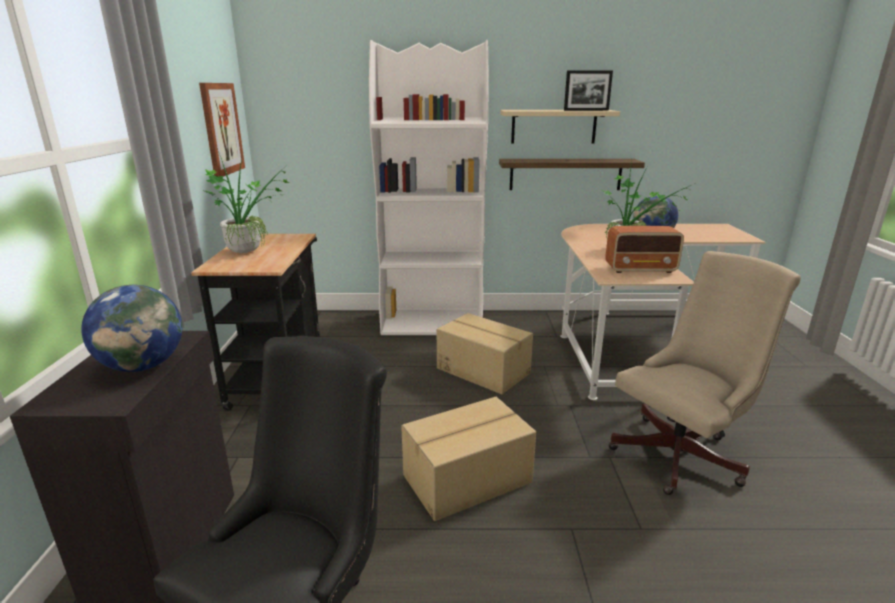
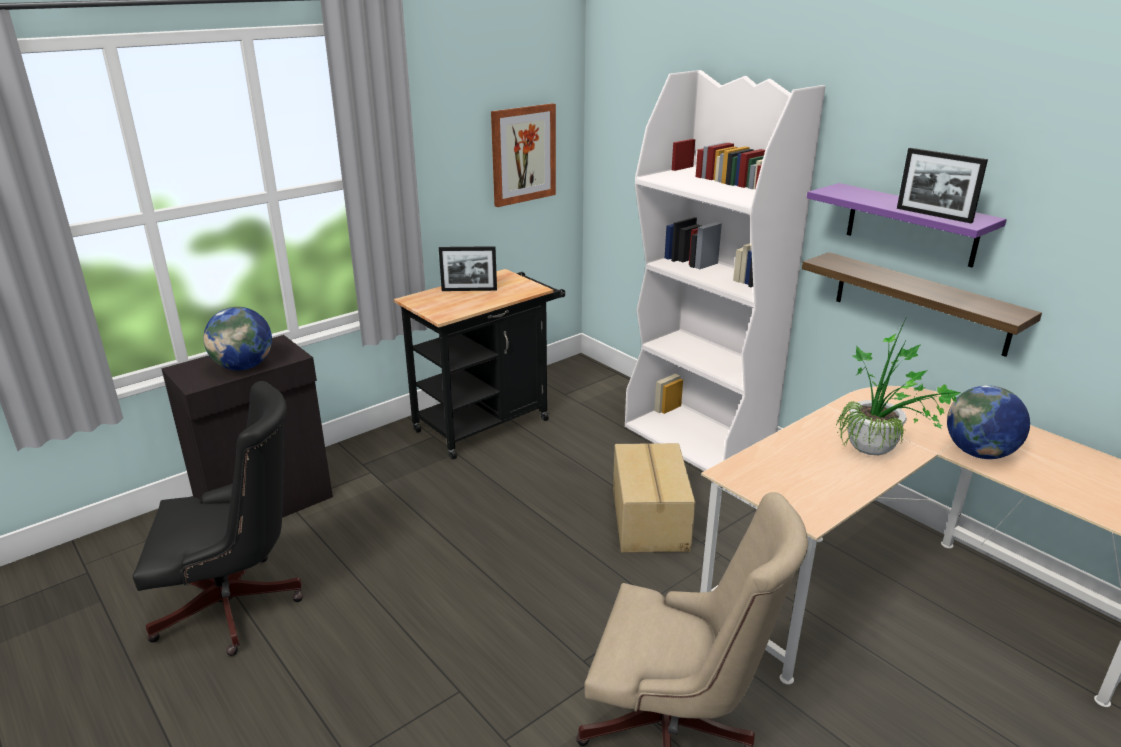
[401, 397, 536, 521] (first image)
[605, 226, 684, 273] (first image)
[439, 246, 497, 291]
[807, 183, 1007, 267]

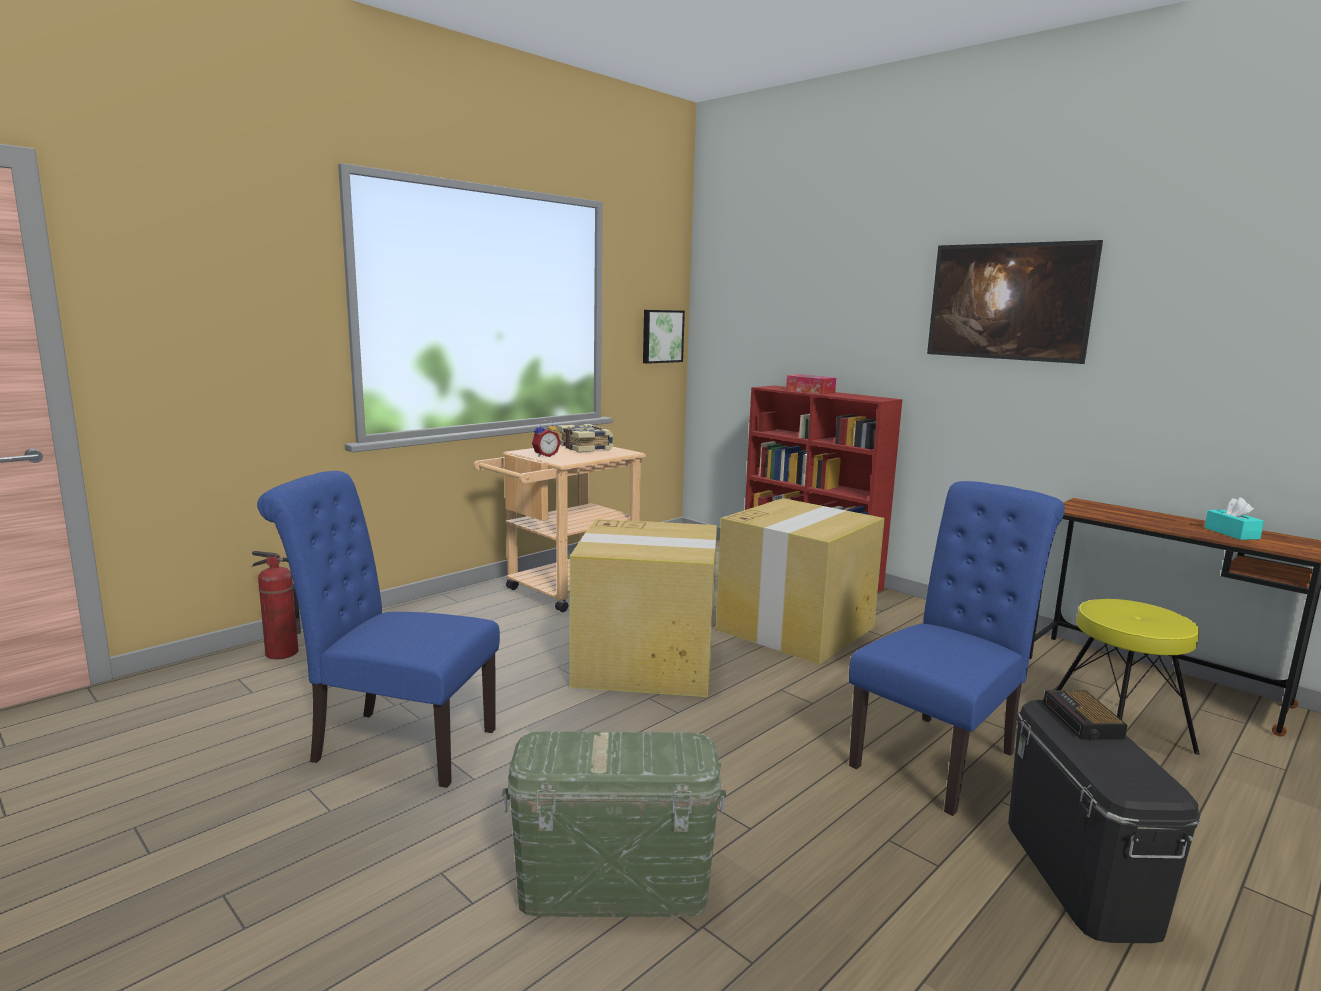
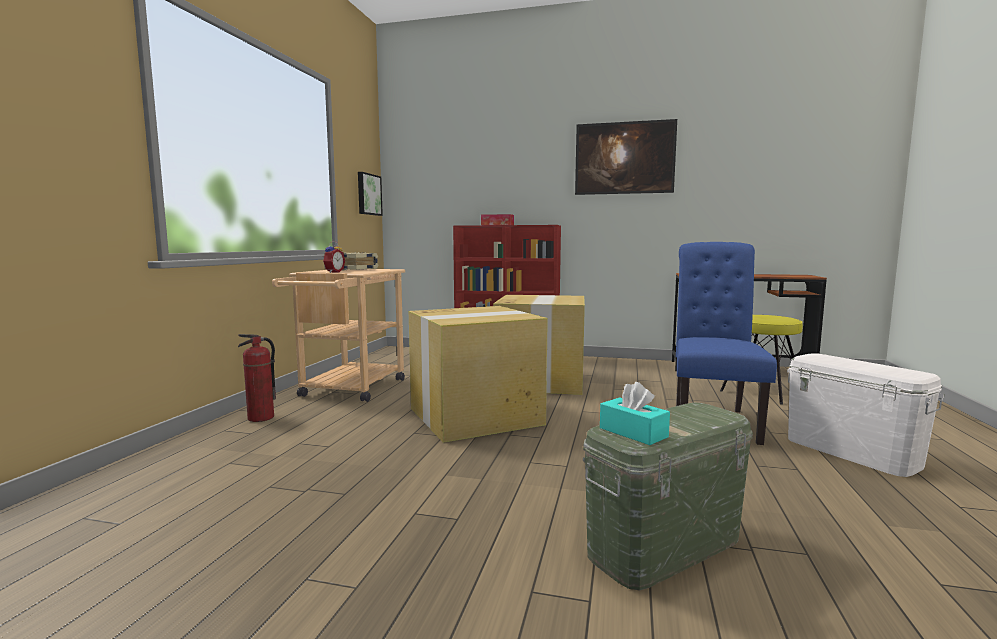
[257, 471, 500, 788] (first image)
[1043, 690, 1128, 740] (first image)
[238, 334, 276, 422]
[600, 382, 670, 445]
[787, 353, 945, 477]

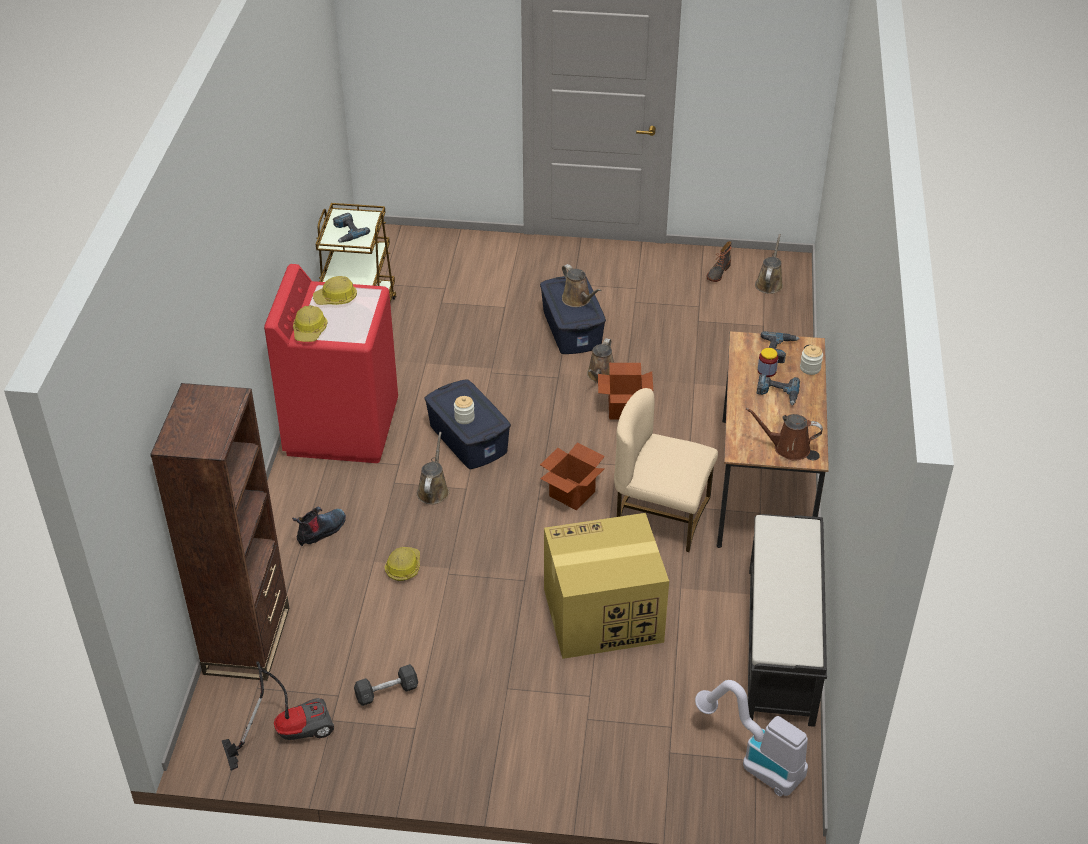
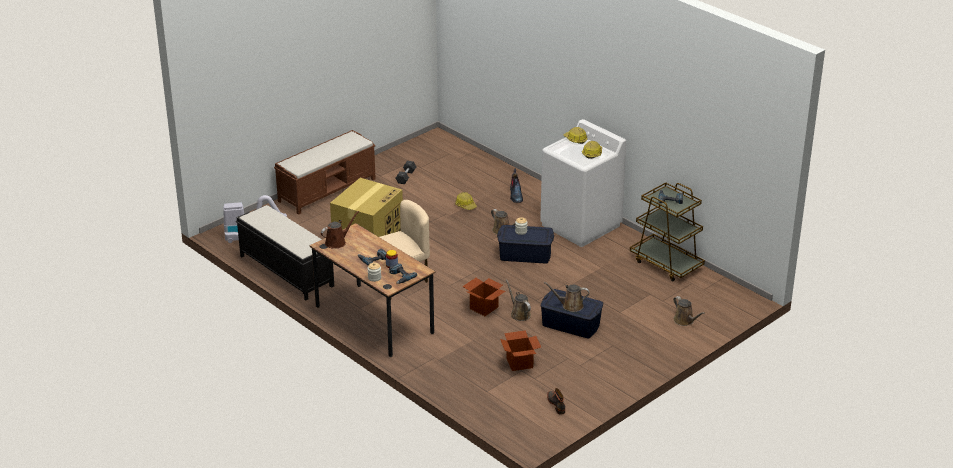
[150, 383, 289, 681] (first image)
[222, 662, 334, 770] (first image)
[274, 130, 376, 215]
[500, 330, 541, 371]
[673, 296, 705, 326]
[540, 119, 626, 247]

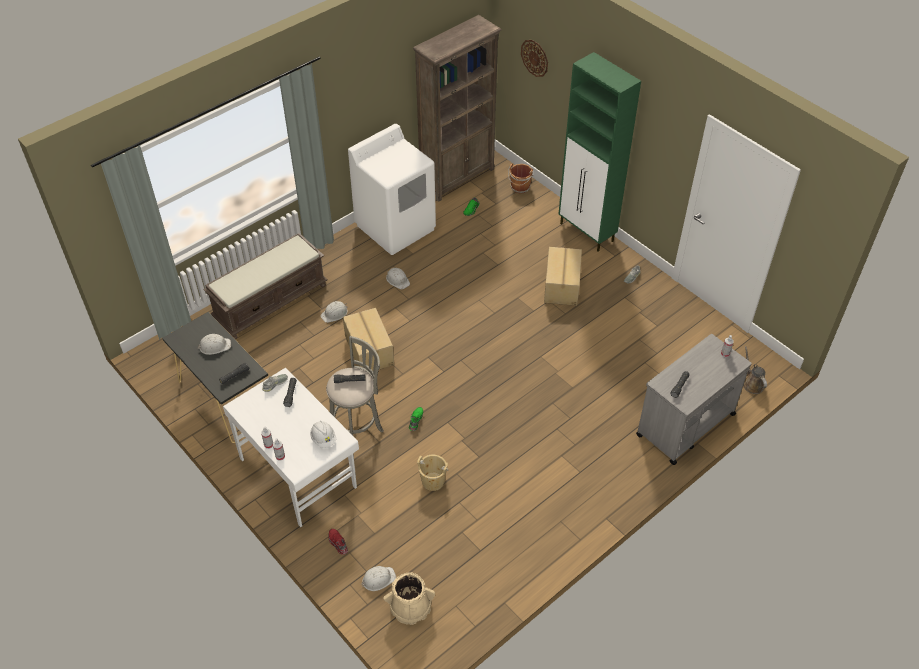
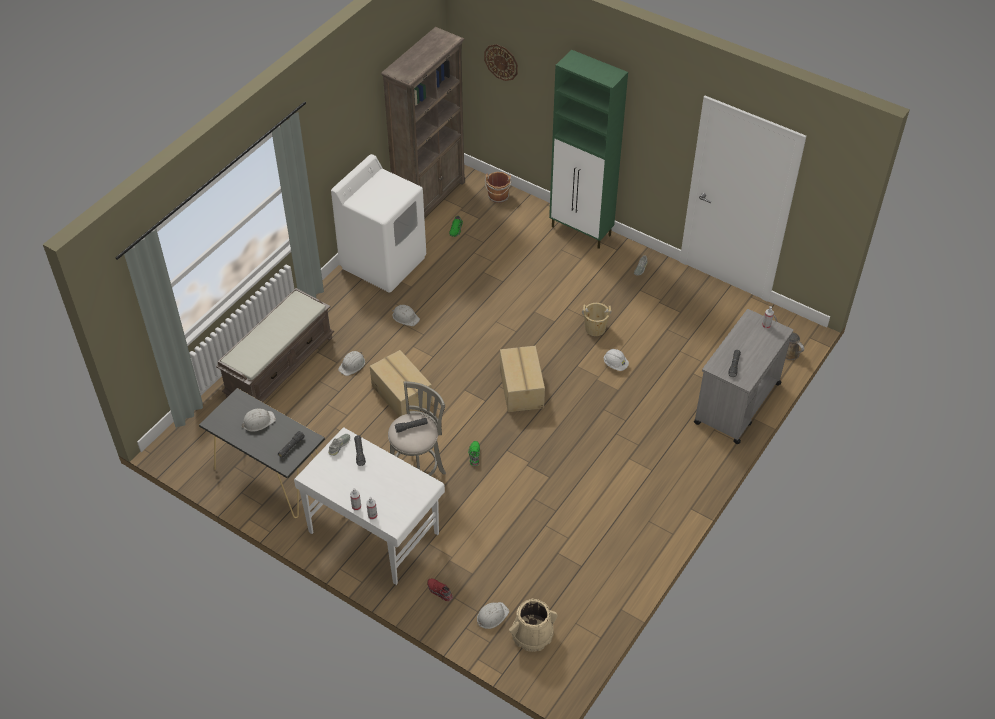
[604, 349, 629, 371]
[582, 303, 612, 336]
[500, 346, 545, 412]

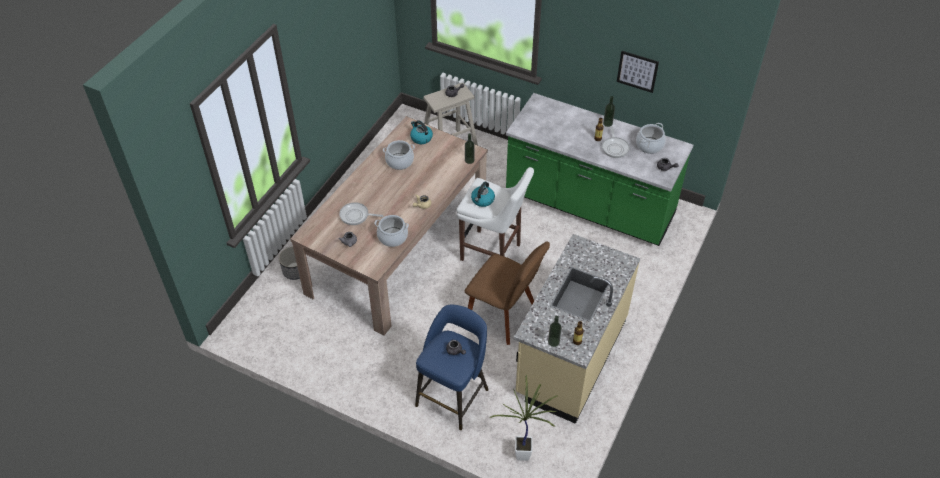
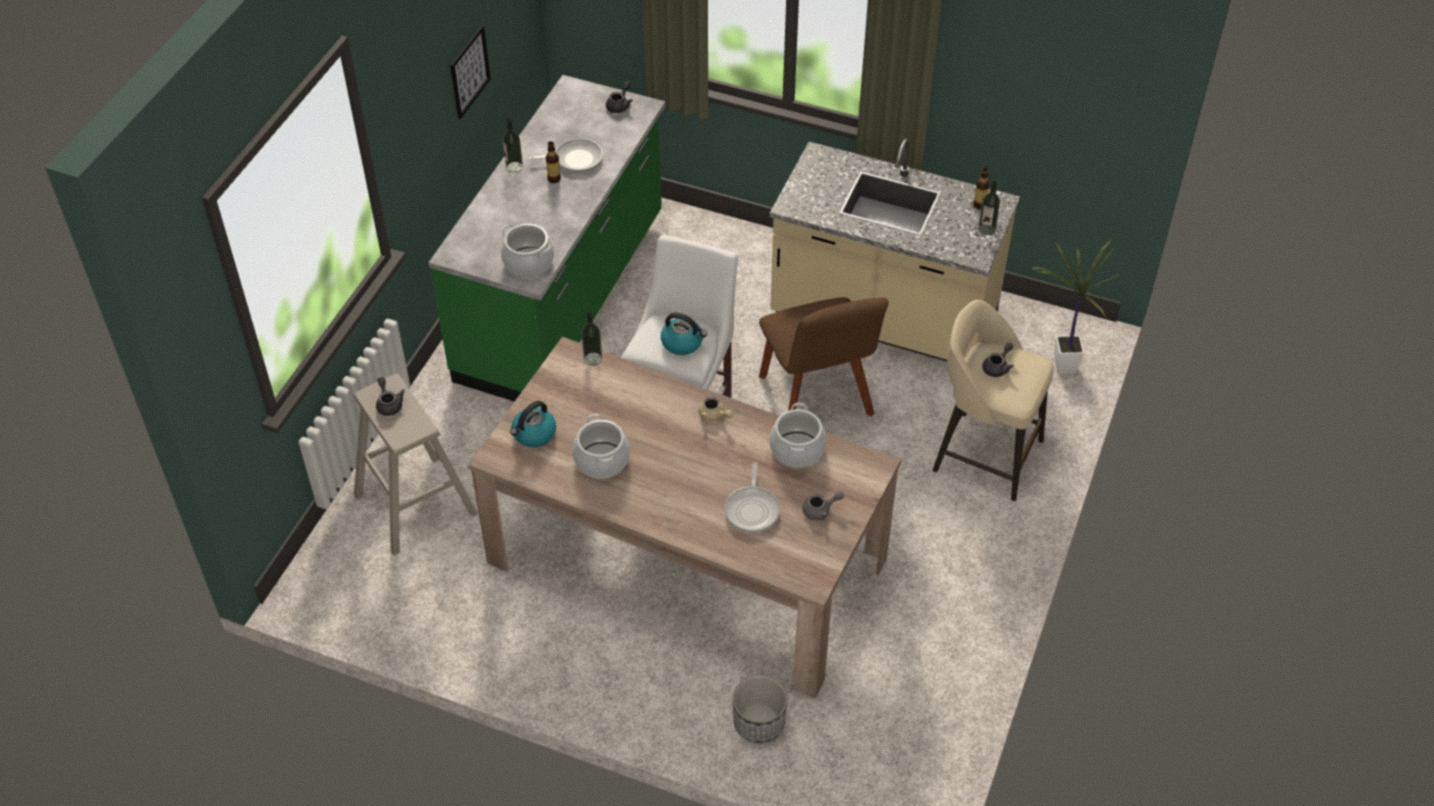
[501, 224, 554, 277]
[933, 300, 1054, 501]
[759, 297, 888, 417]

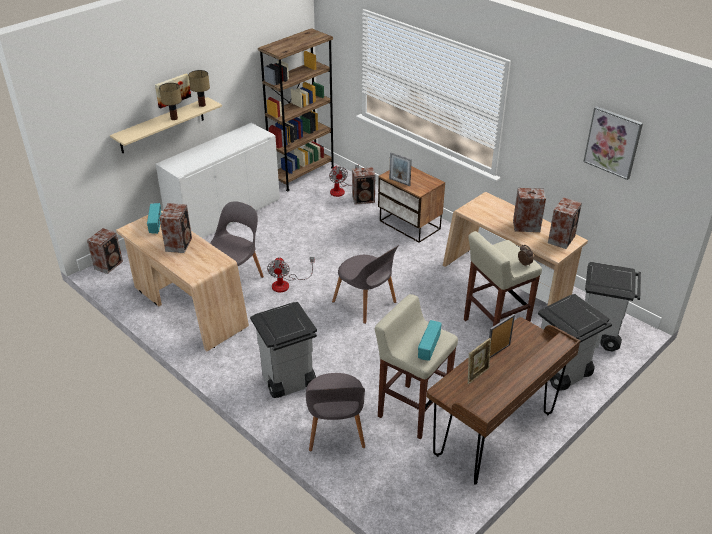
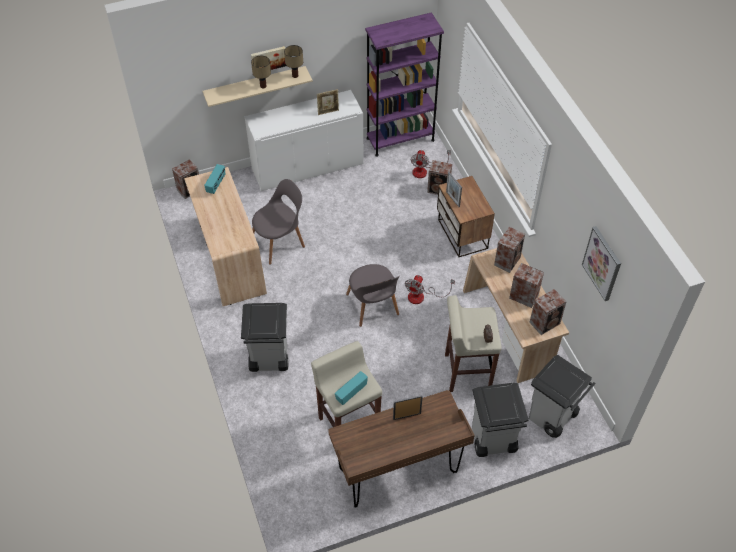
[306, 373, 365, 451] (first image)
[494, 227, 525, 273]
[405, 275, 455, 304]
[317, 89, 339, 115]
[365, 12, 444, 157]

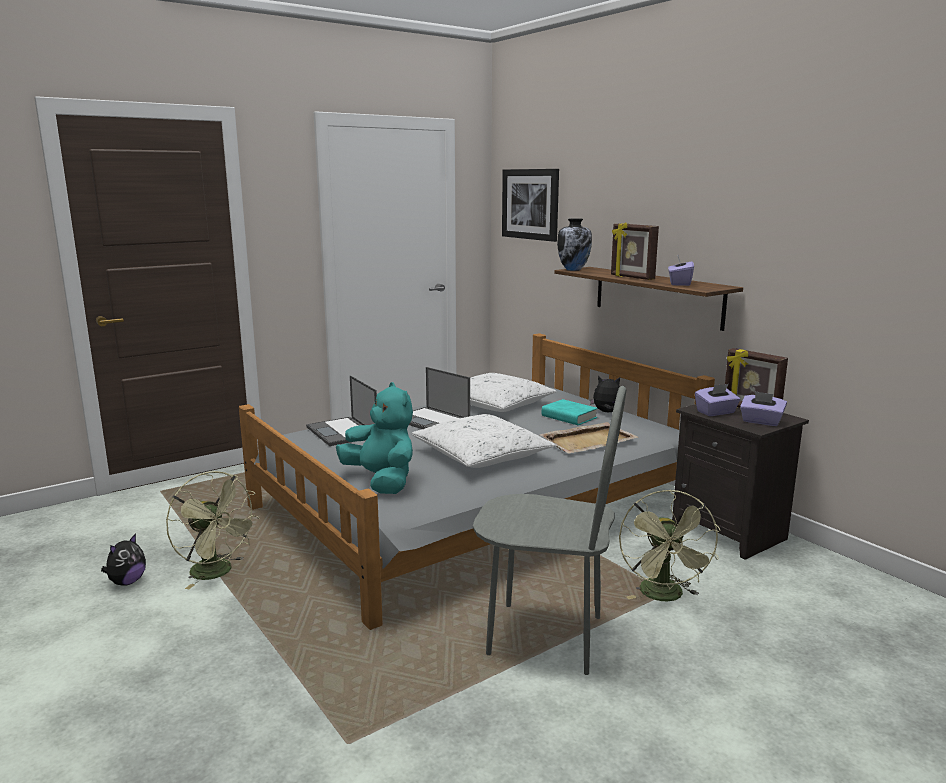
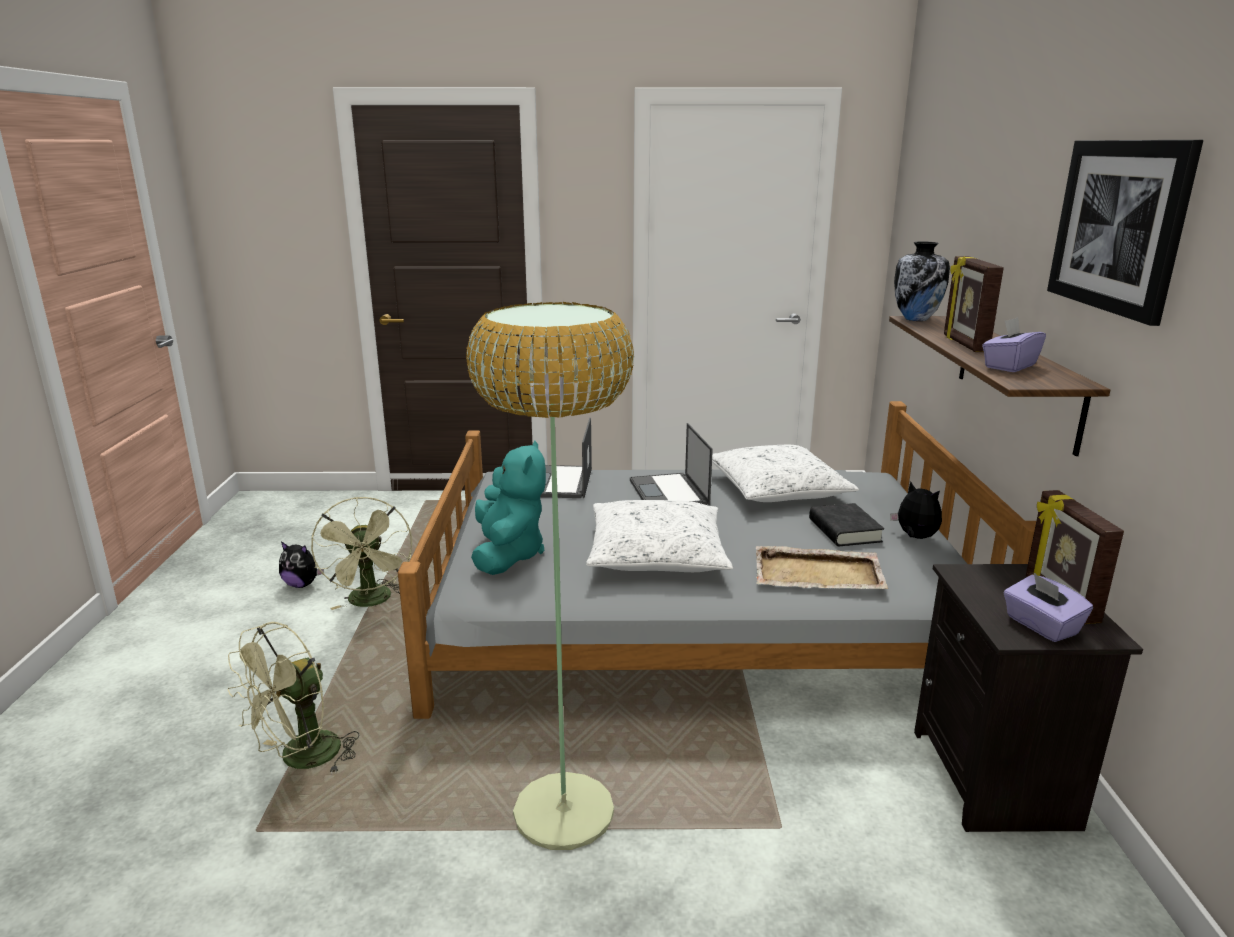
[695, 384, 740, 416] (first image)
[1047, 140, 1203, 326]
[227, 622, 360, 774]
[466, 302, 634, 850]
[809, 503, 884, 546]
[279, 542, 324, 588]

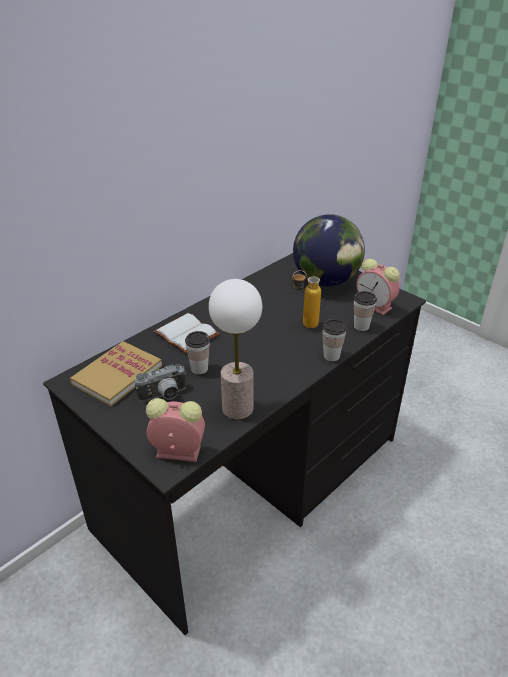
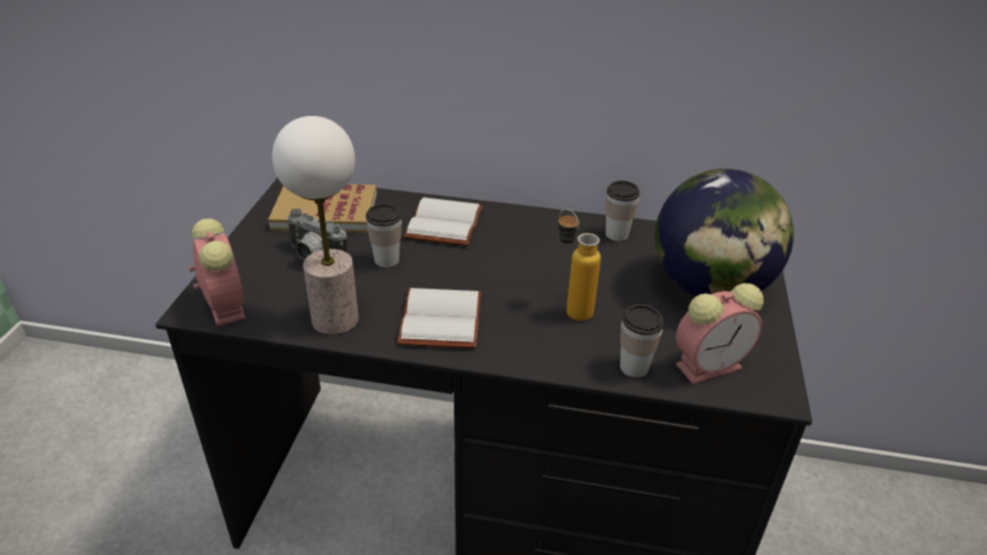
[397, 288, 481, 348]
[605, 181, 640, 241]
[676, 283, 764, 384]

